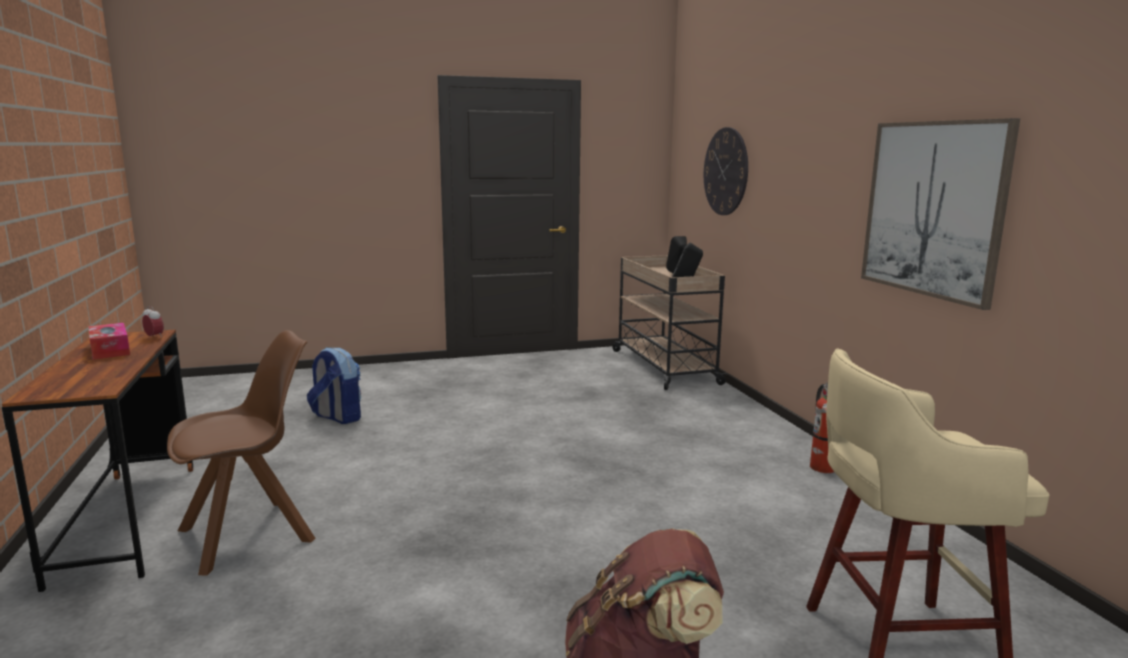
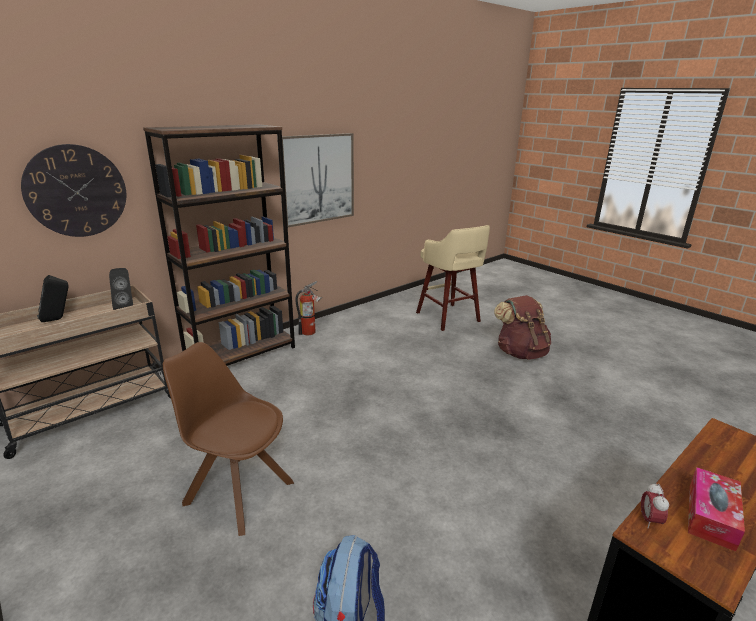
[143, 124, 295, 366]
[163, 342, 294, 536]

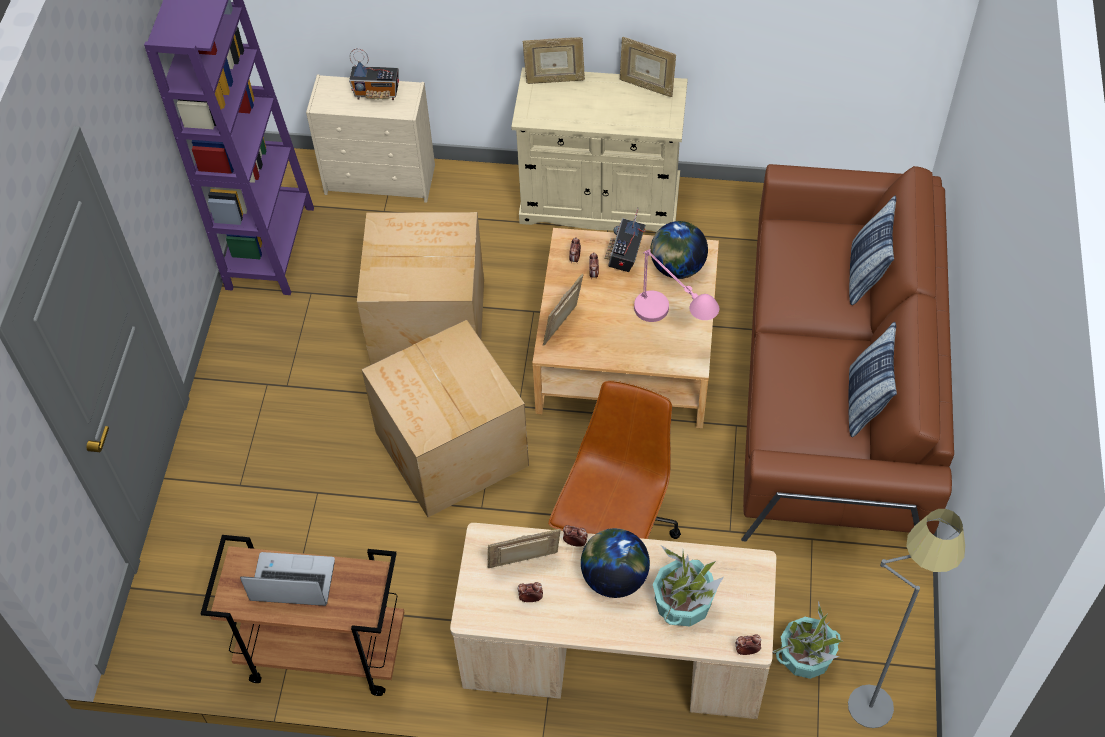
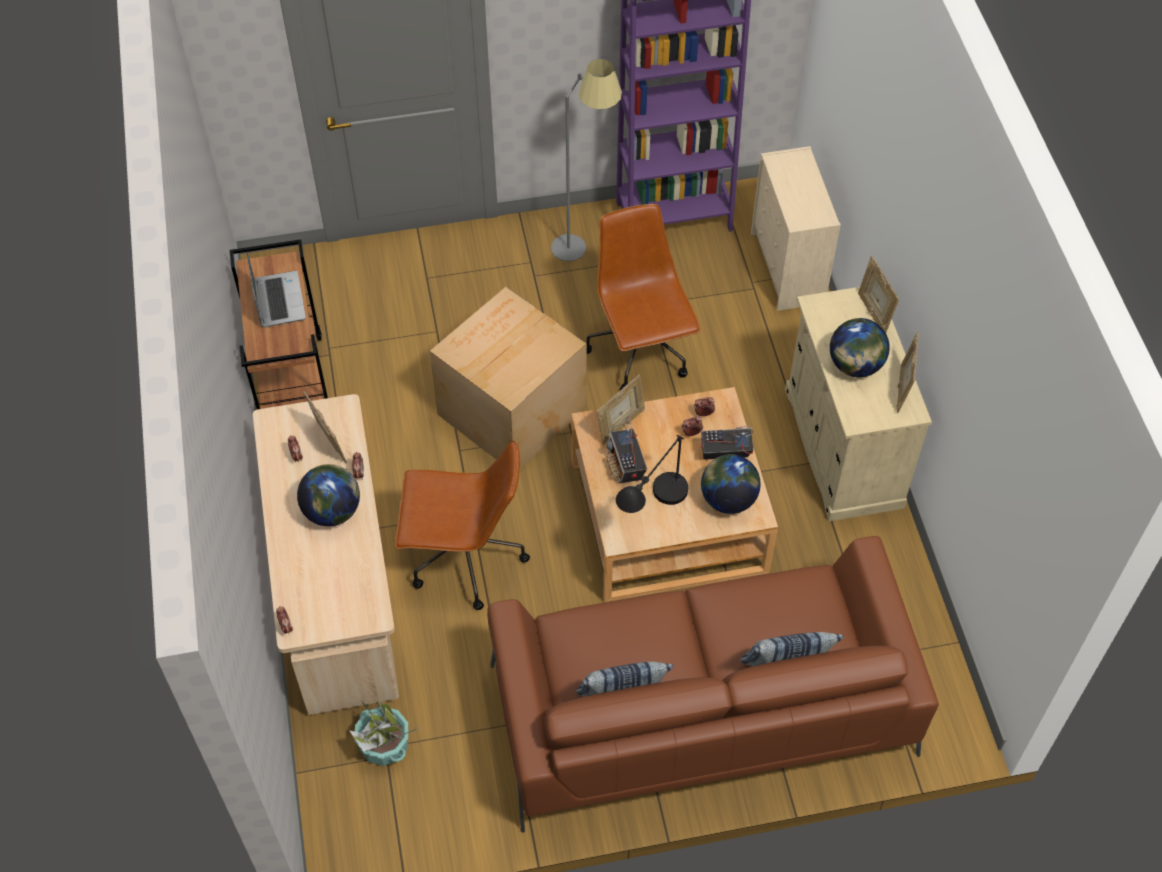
[653, 545, 723, 626] (first image)
[830, 318, 890, 377]
[606, 417, 647, 483]
[551, 59, 622, 261]
[586, 204, 701, 390]
[616, 435, 688, 513]
[597, 375, 645, 445]

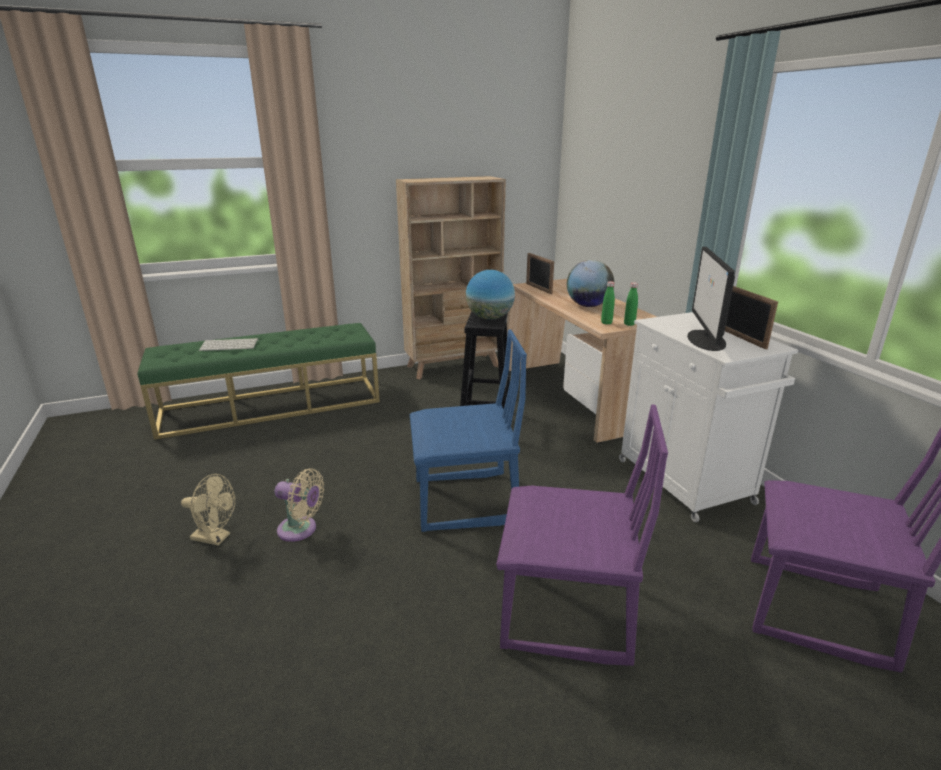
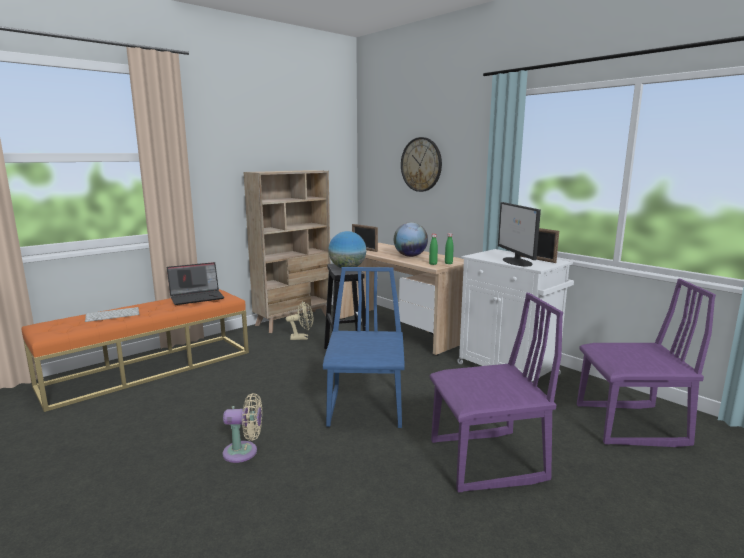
[167, 262, 224, 305]
[401, 137, 442, 192]
[286, 301, 313, 340]
[21, 289, 249, 412]
[323, 267, 405, 428]

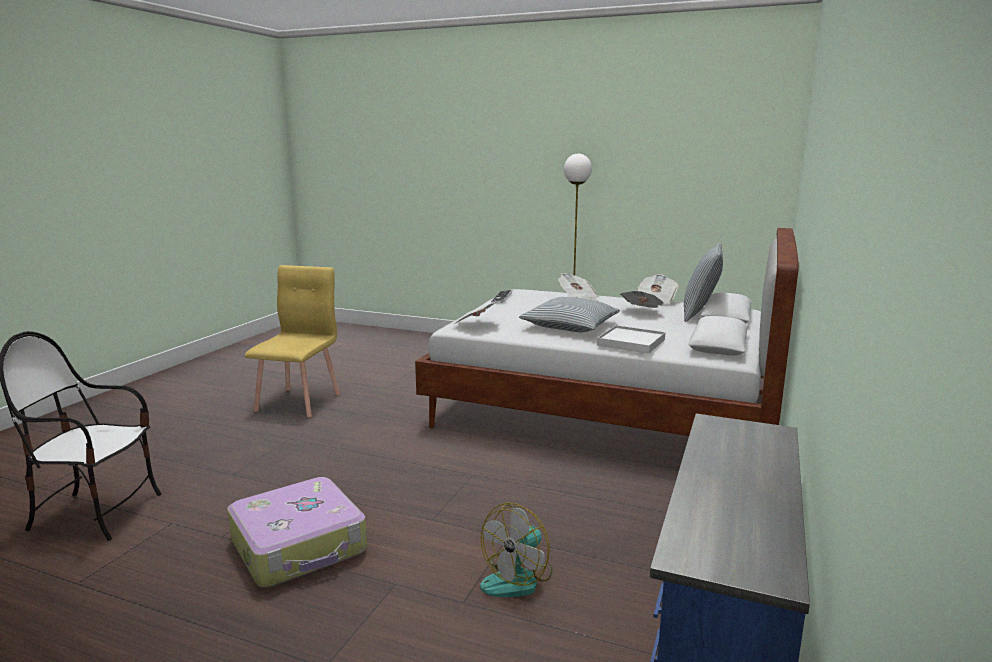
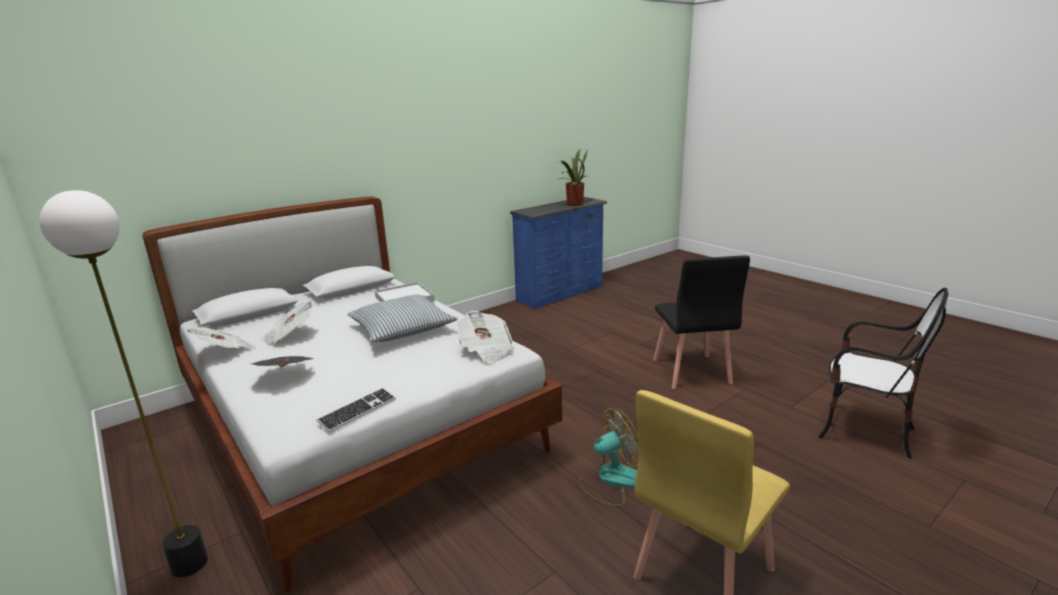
[684, 243, 723, 322] (first image)
[556, 148, 589, 206]
[579, 408, 639, 506]
[653, 256, 750, 389]

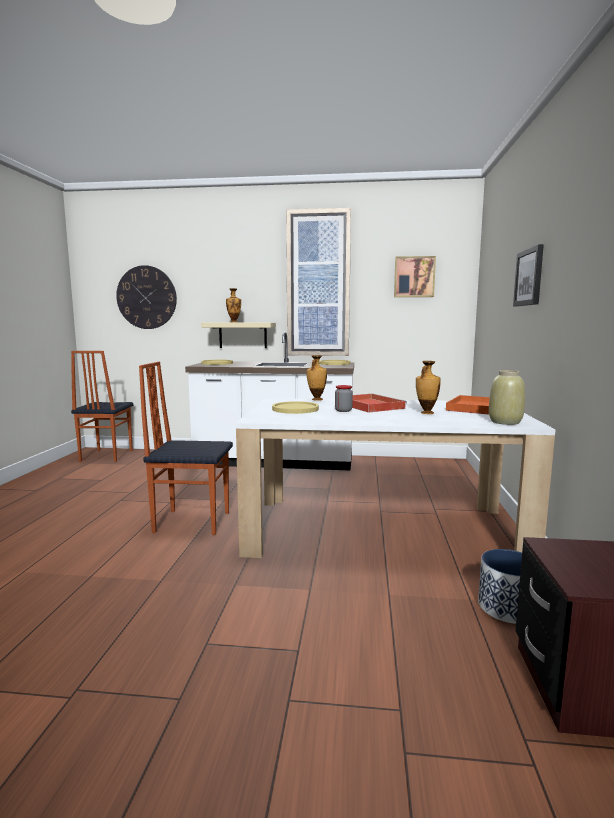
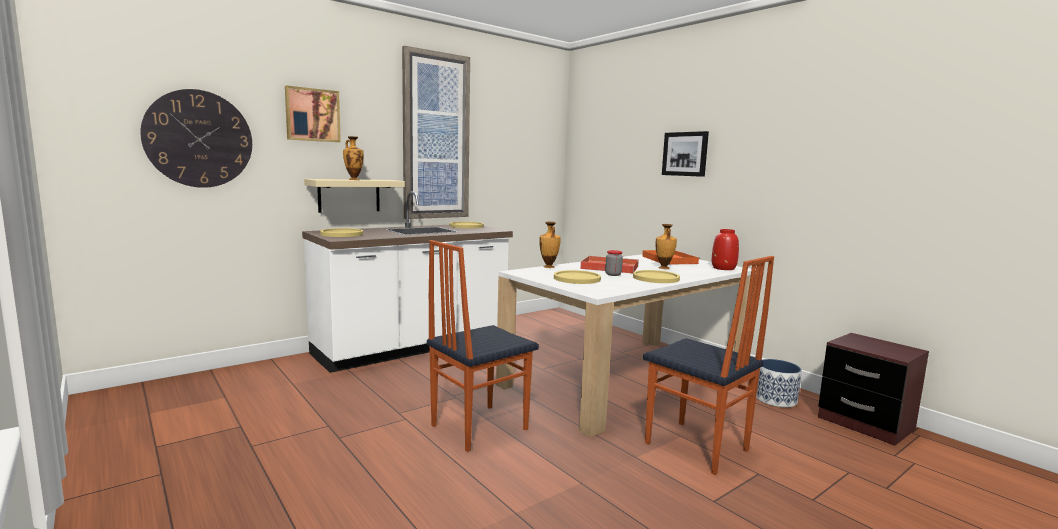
[633, 270, 680, 283]
[643, 256, 774, 475]
[285, 85, 341, 142]
[712, 229, 739, 270]

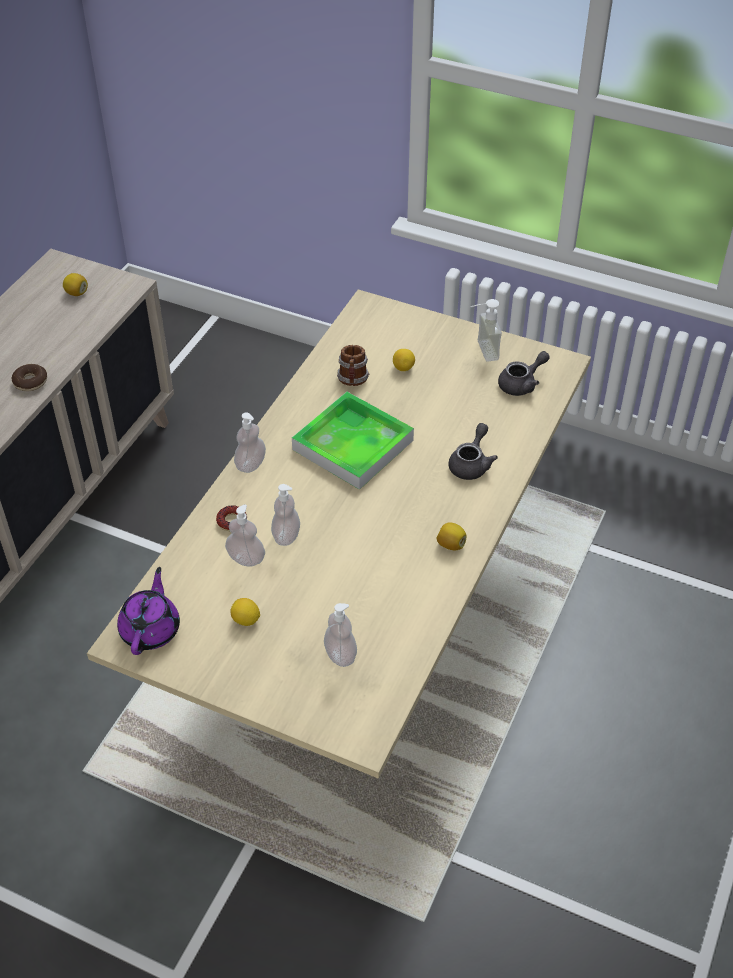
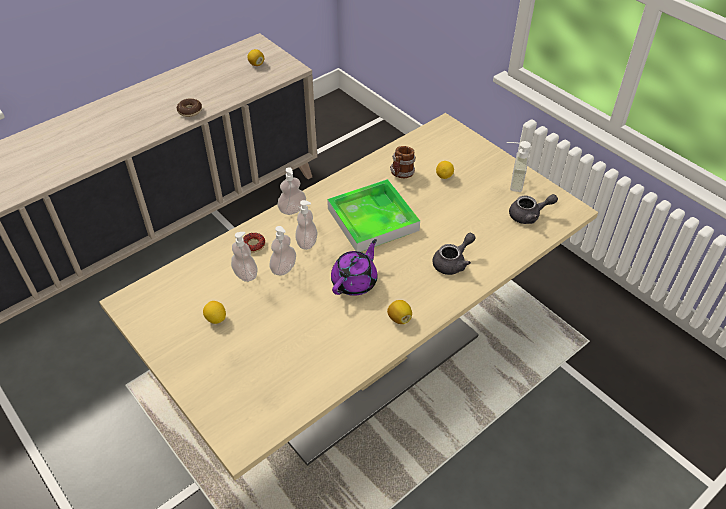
[331, 239, 378, 296]
[295, 200, 317, 250]

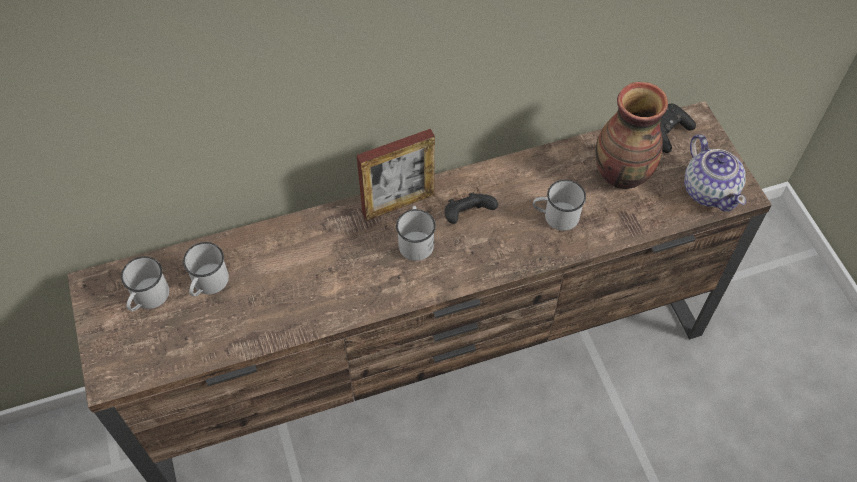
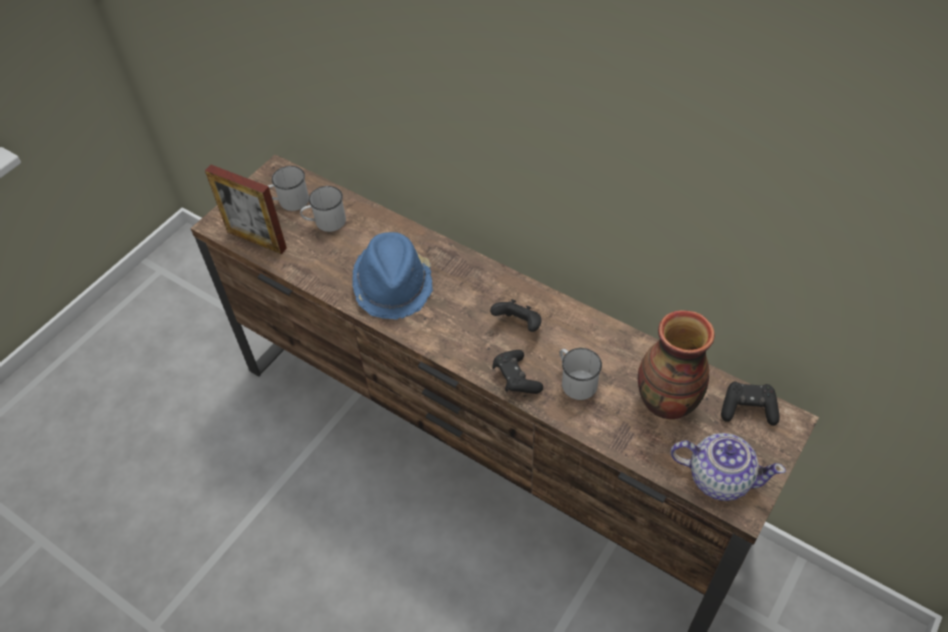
[396, 206, 436, 261] (first image)
[352, 232, 433, 319]
[492, 350, 543, 394]
[205, 165, 287, 254]
[670, 433, 786, 501]

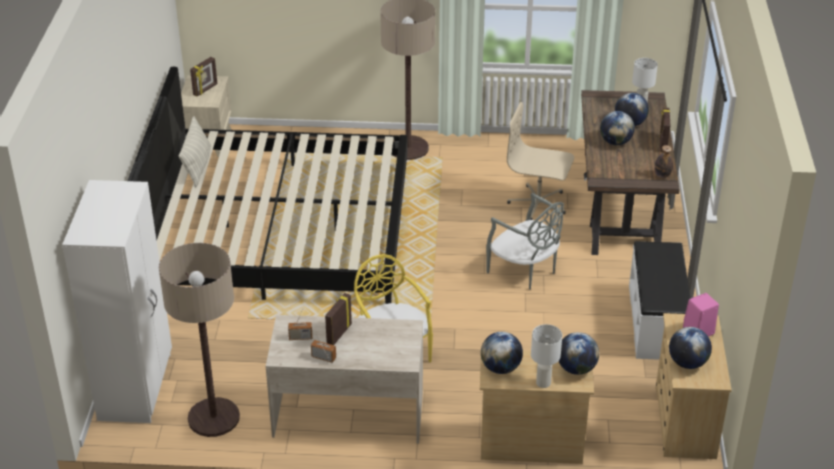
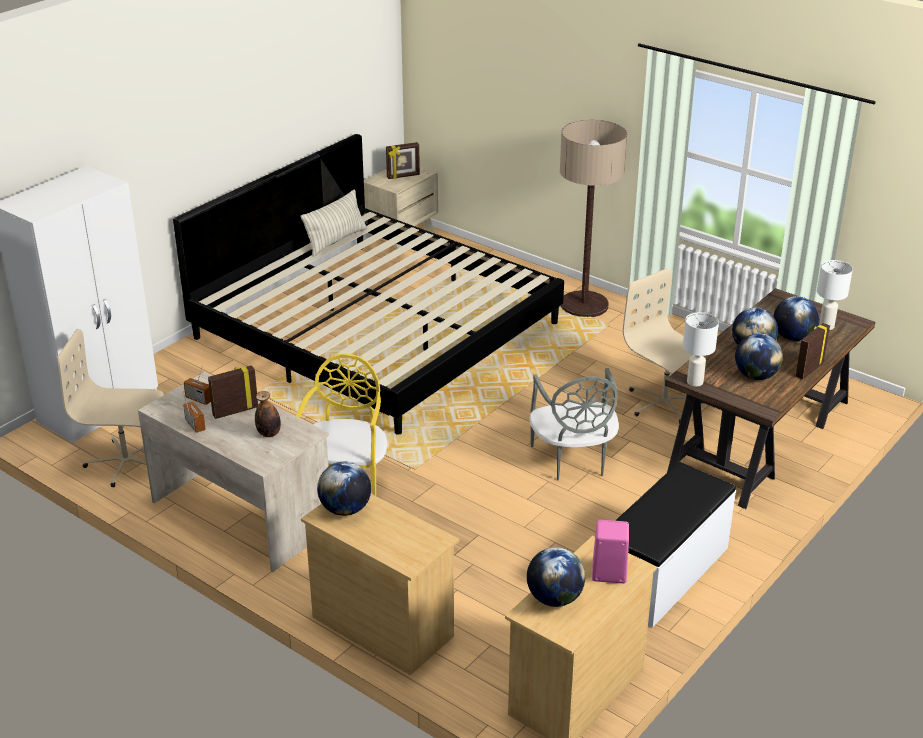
[683, 312, 719, 387]
[735, 333, 783, 380]
[255, 391, 281, 437]
[58, 329, 164, 487]

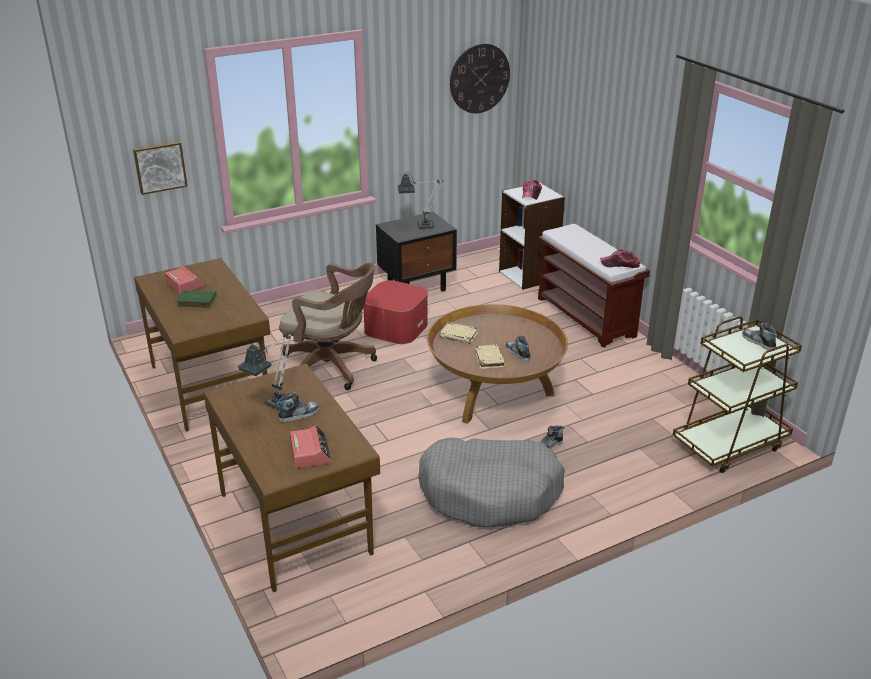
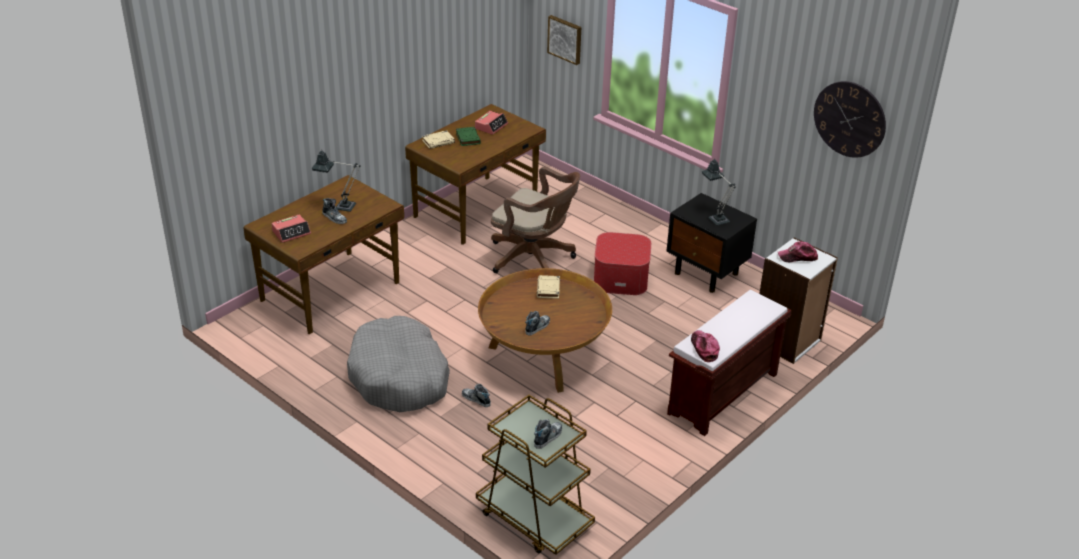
[422, 130, 455, 149]
[491, 167, 580, 273]

